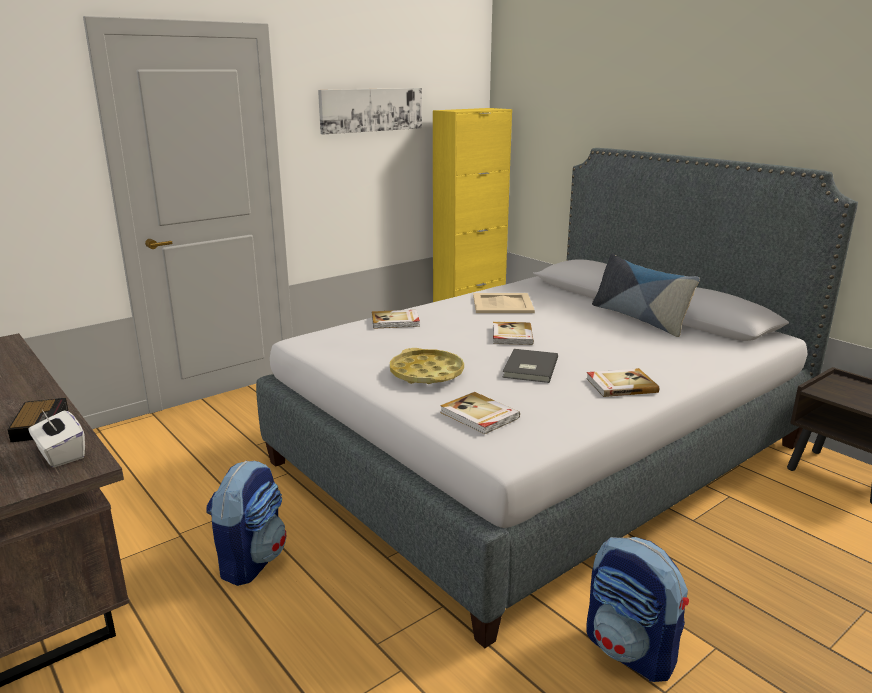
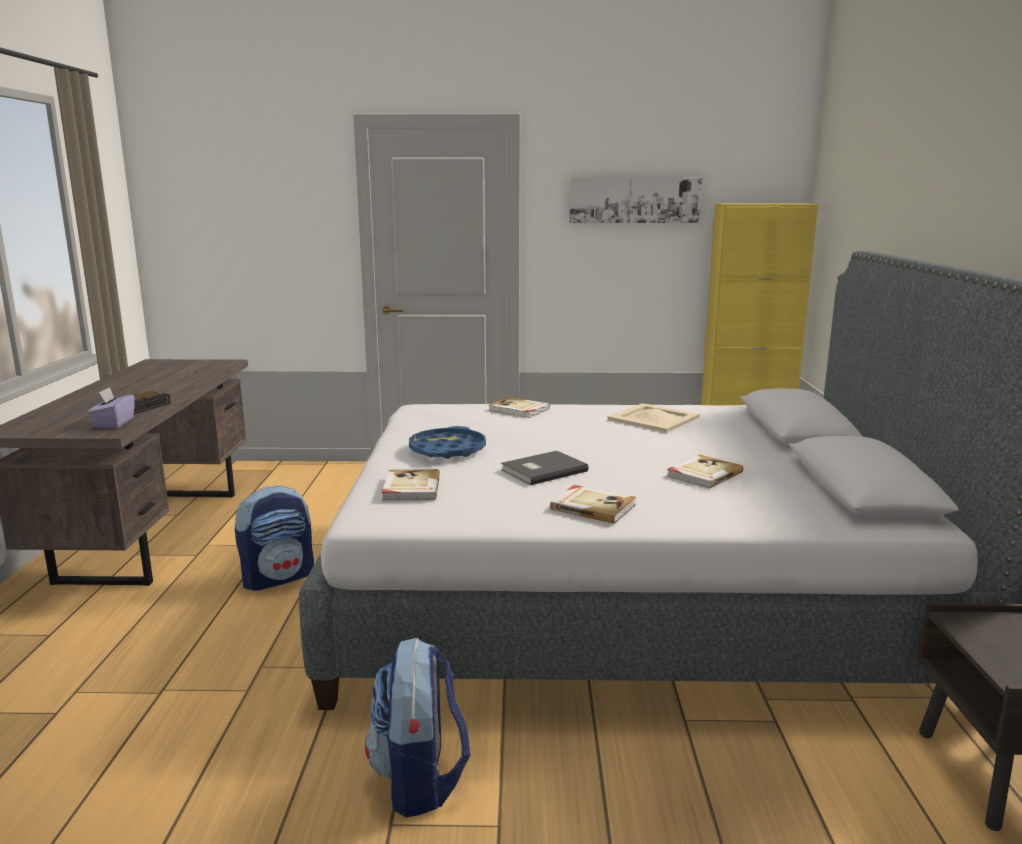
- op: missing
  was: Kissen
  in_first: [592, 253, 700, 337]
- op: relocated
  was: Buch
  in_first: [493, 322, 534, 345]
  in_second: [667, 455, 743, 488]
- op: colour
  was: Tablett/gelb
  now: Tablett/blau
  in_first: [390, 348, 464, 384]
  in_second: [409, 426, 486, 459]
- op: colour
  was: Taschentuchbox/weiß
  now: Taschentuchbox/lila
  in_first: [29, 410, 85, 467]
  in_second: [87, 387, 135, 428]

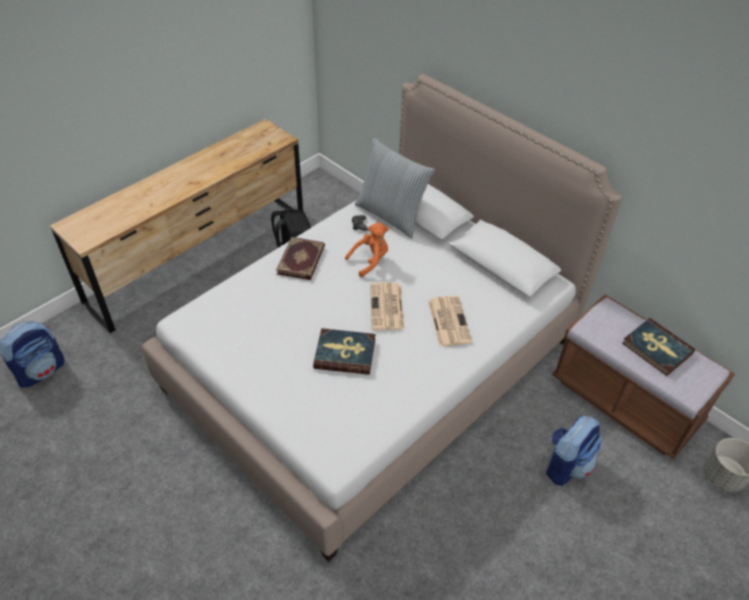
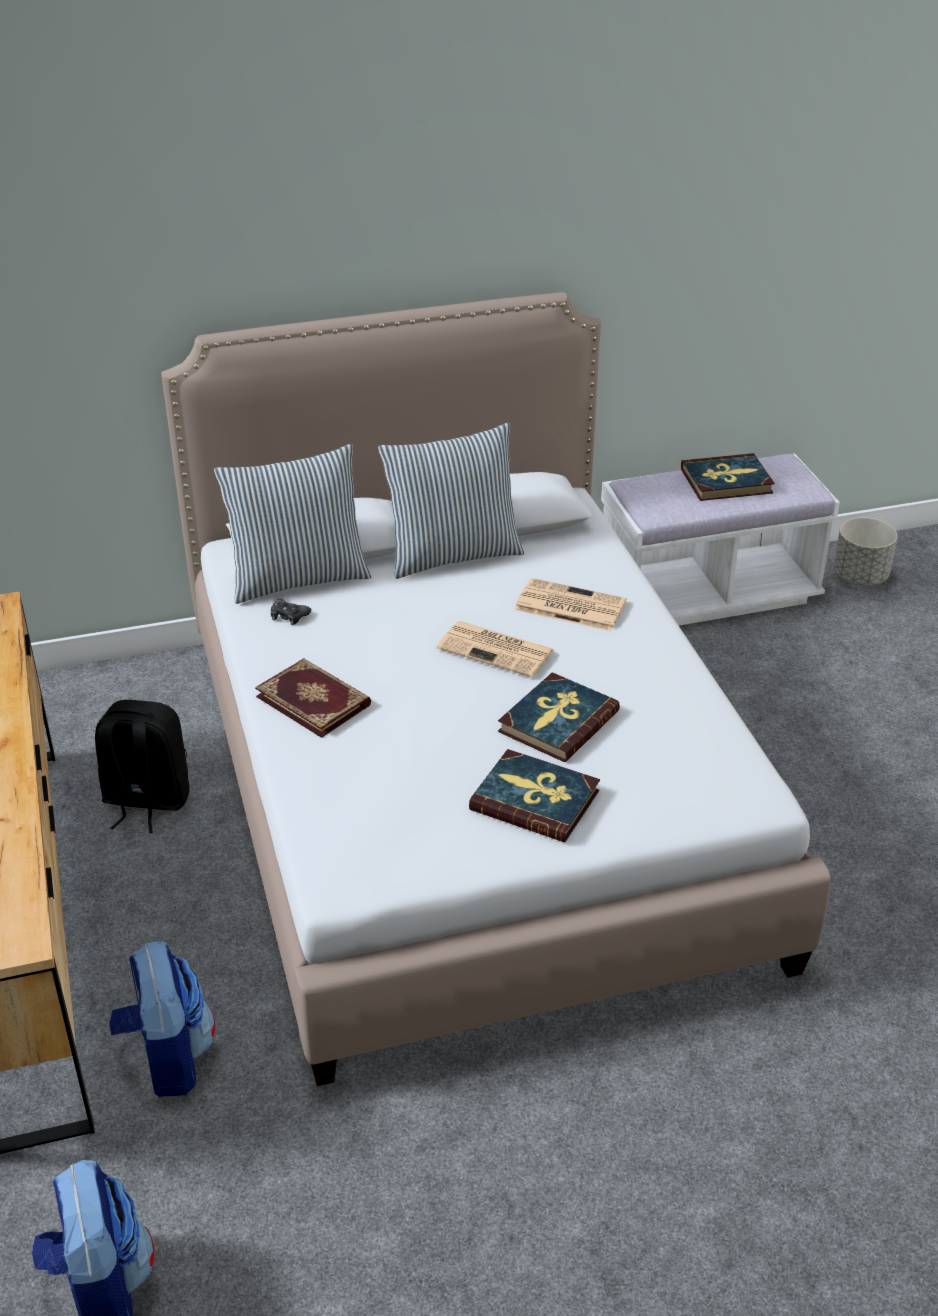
- op: missing
  was: Plüschtier/orange
  in_first: [345, 223, 389, 277]
- op: colour
  was: Bank/braun
  now: Bank/weiß
  in_first: [552, 294, 735, 460]
  in_second: [601, 454, 840, 626]
- op: relocated
  was: Rucksack
  in_first: [546, 415, 602, 486]
  in_second: [109, 941, 215, 1097]
- op: appeared
  now: Kissen
  in_second: [378, 423, 524, 579]
- op: appeared
  now: Buch
  in_second: [469, 749, 600, 843]

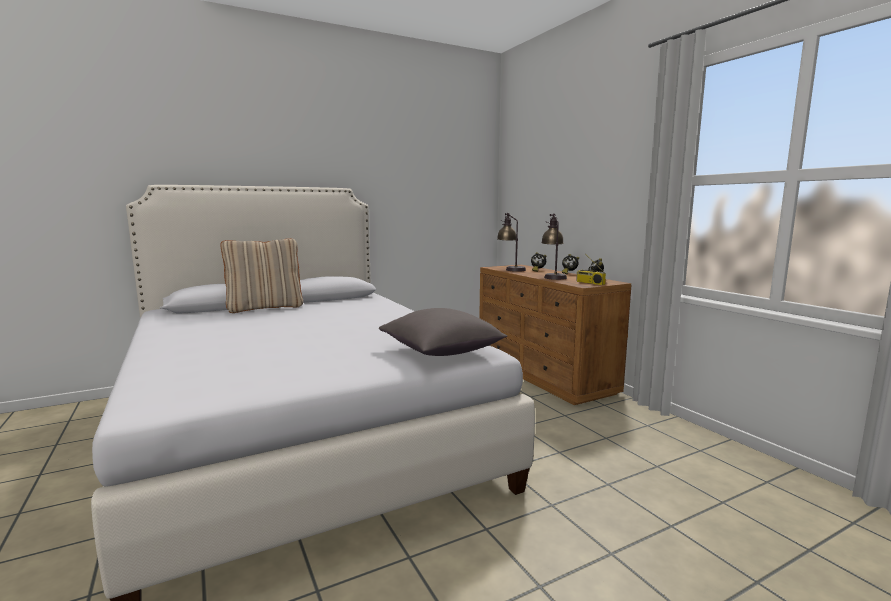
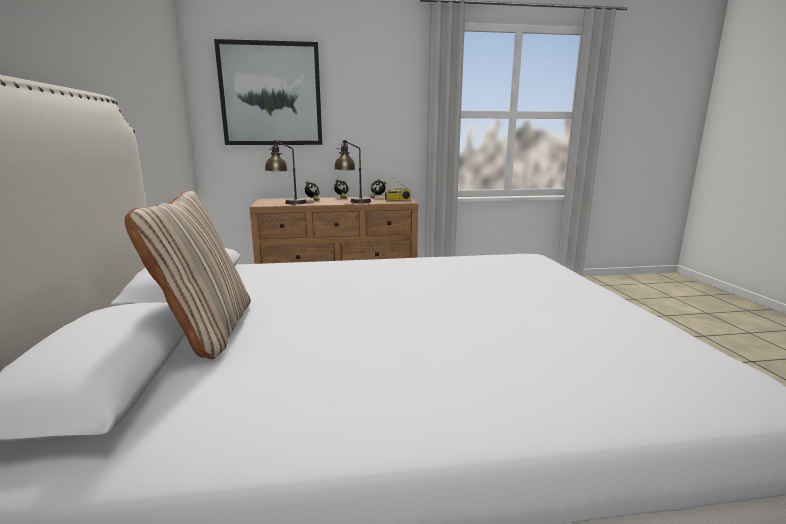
- op: missing
  was: Kissen/grau
  in_first: [379, 308, 507, 356]
- op: appeared
  now: Bild
  in_second: [214, 39, 322, 145]

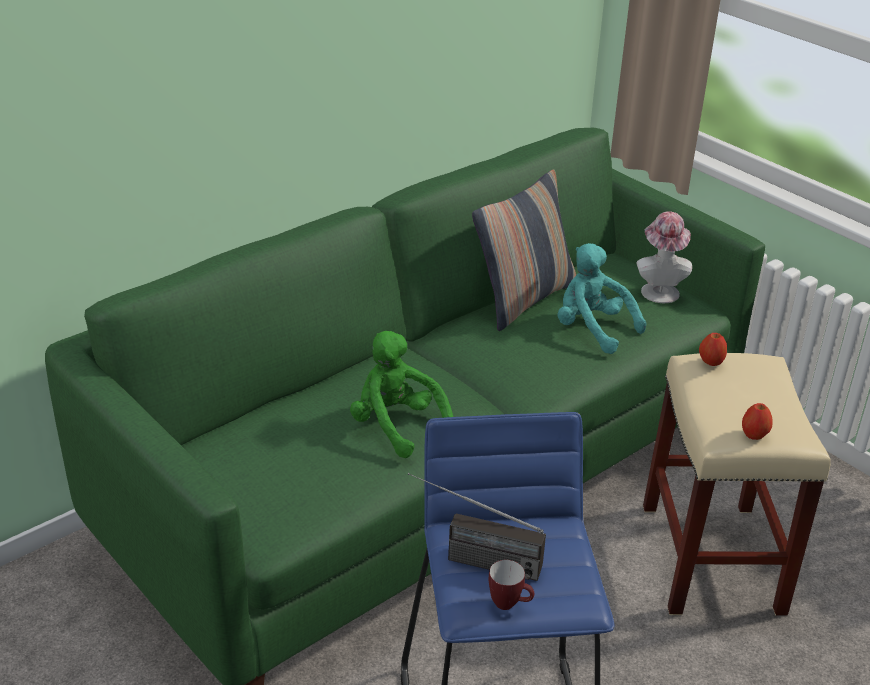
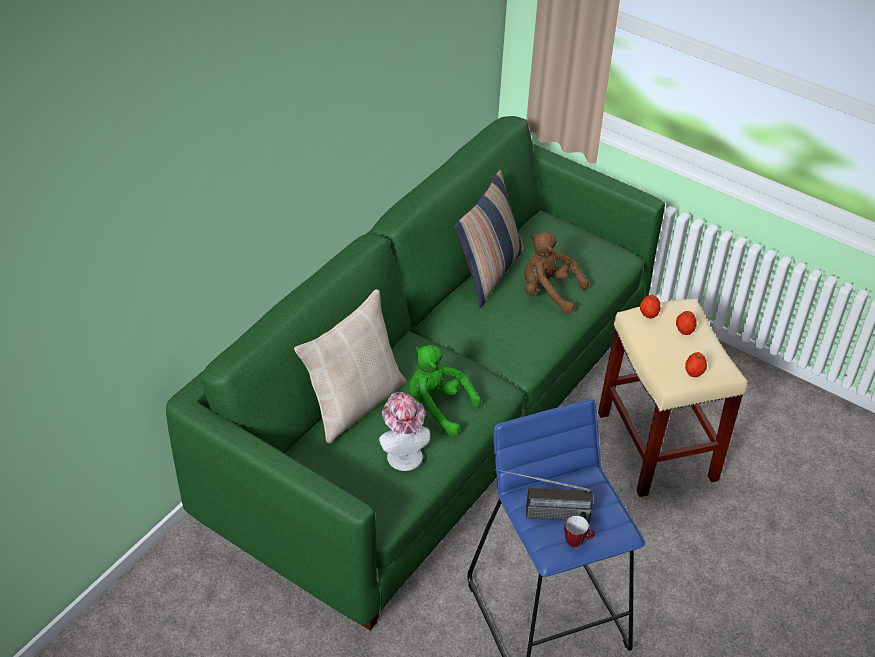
- op: relocated
  was: Hut
  in_first: [637, 211, 692, 303]
  in_second: [379, 392, 430, 471]
- op: colour
  was: Plüschtier/türkis
  now: Plüschtier/braun
  in_first: [558, 243, 646, 354]
  in_second: [524, 232, 589, 314]
- op: appeared
  now: Kissen/beige
  in_second: [294, 289, 406, 444]
- op: appeared
  now: Apfel
  in_second: [676, 311, 697, 335]

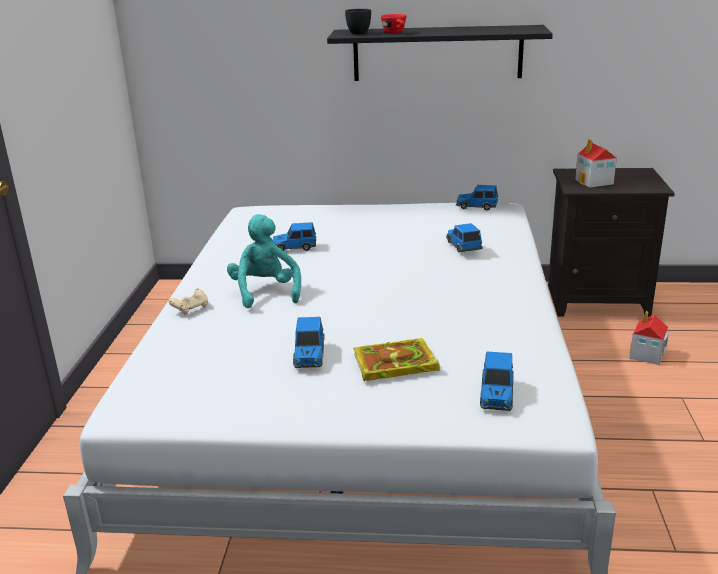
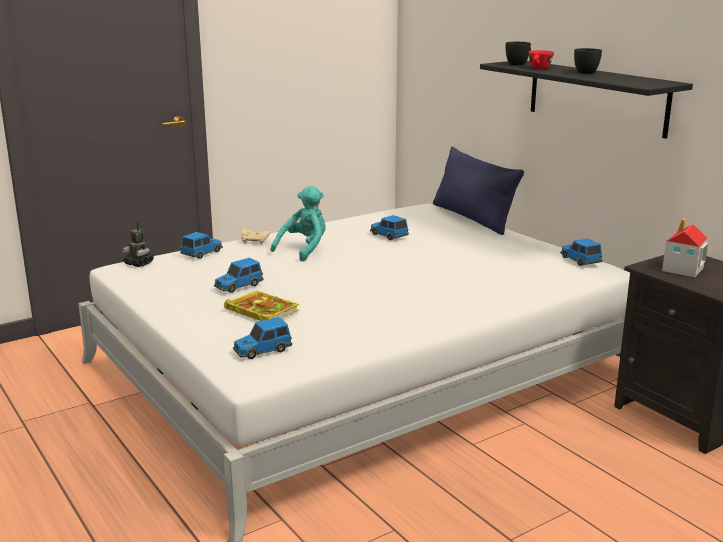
- op: relocated
  was: Spielzeugauto
  in_first: [446, 223, 483, 252]
  in_second: [180, 232, 223, 259]
- op: missing
  was: Spielzeughaus
  in_first: [629, 311, 669, 365]
- op: appeared
  now: Tasse/schwarz
  in_second: [574, 48, 602, 74]
- op: appeared
  now: Kissen/blau
  in_second: [433, 147, 524, 235]
- op: appeared
  now: Spielzeugroboter
  in_second: [122, 221, 154, 267]

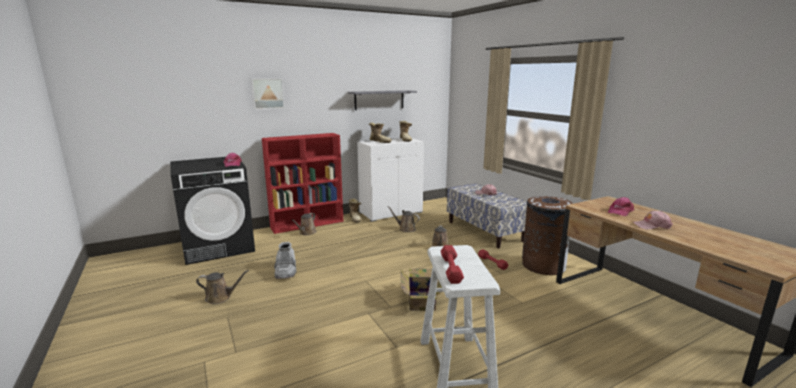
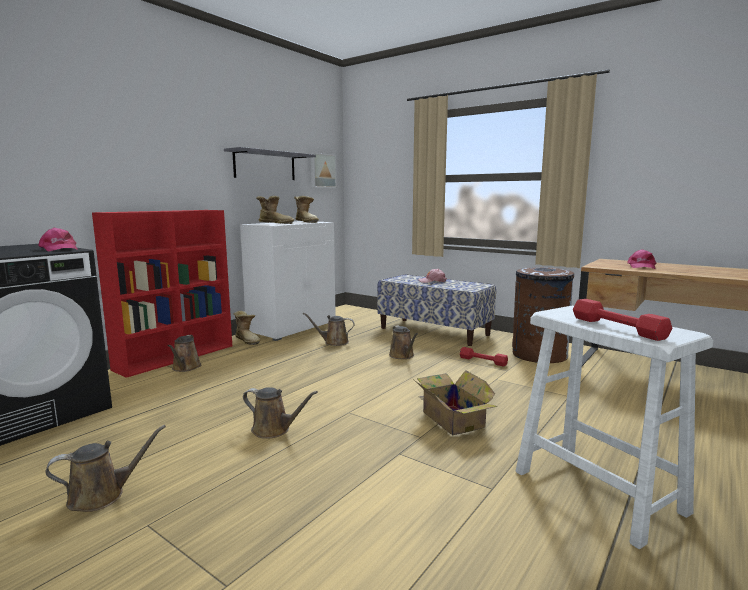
- op: relocated
  was: Bild
  in_first: [251, 78, 285, 110]
  in_second: [311, 152, 337, 188]
- op: missing
  was: Kappe/rosa
  in_first: [633, 211, 673, 229]
- op: missing
  was: Stiefel/grau
  in_first: [274, 242, 297, 279]
- op: appeared
  now: Gießkanne/braun
  in_second: [243, 387, 318, 439]

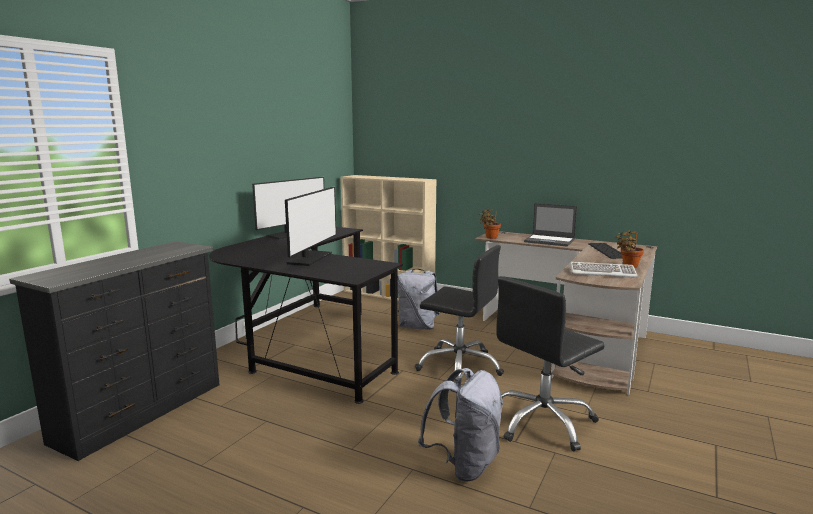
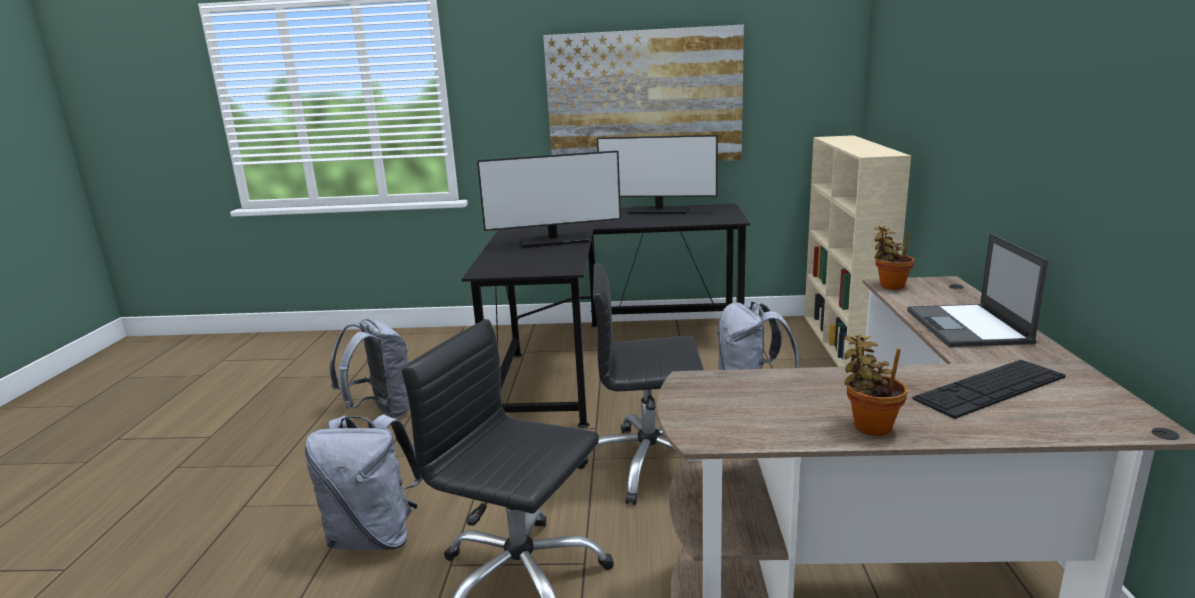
- op: missing
  was: Kommode/schwarz
  in_first: [9, 241, 219, 461]
- op: spun
  was: Bürostuhl/schwarz
  in_first: [415, 245, 504, 384]
  in_second: [578, 263, 704, 505]
  clockwise: 90
- op: missing
  was: Tastatur
  in_first: [570, 262, 638, 278]
- op: appeared
  now: Bild
  in_second: [543, 25, 744, 161]
- op: appeared
  now: Rucksack/grau
  in_second: [330, 319, 410, 418]

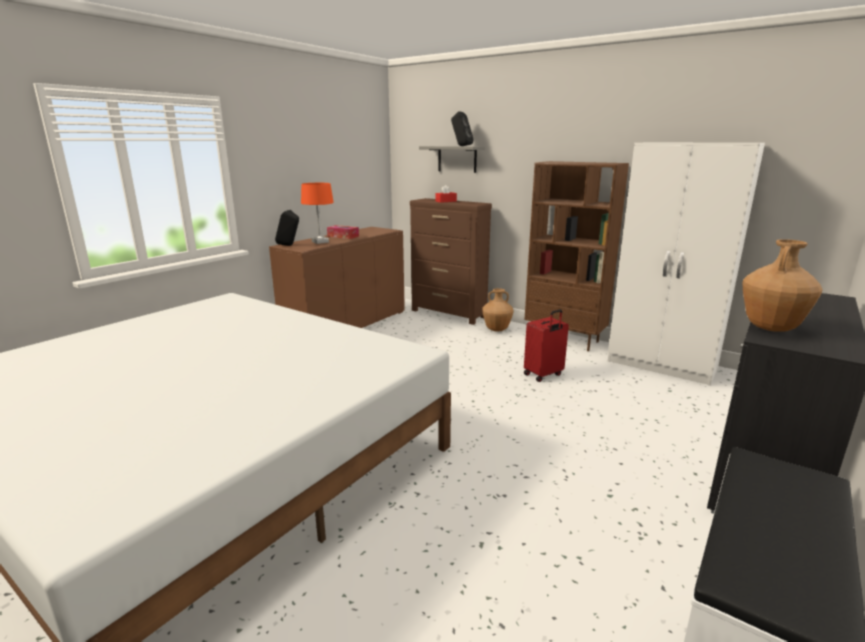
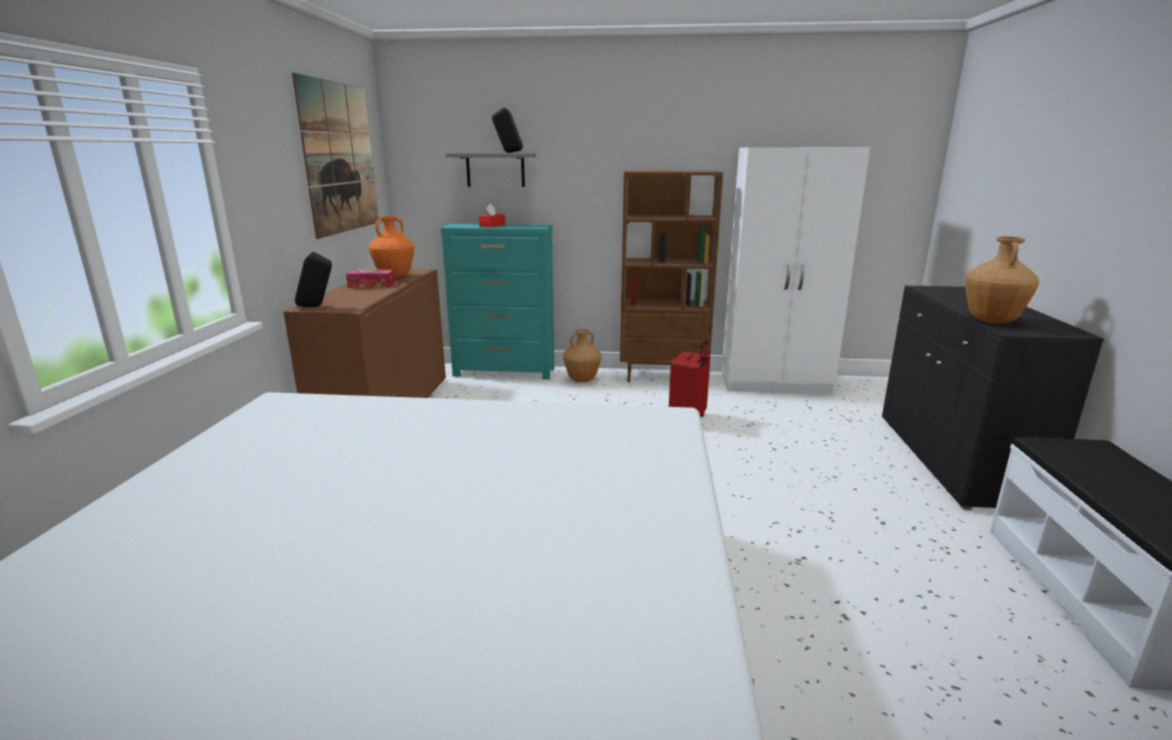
- op: missing
  was: Tischlampe/orange
  in_first: [301, 183, 334, 244]
- op: colour
  was: Kommode/braun
  now: Kommode/türkis
  in_first: [410, 198, 492, 325]
  in_second: [441, 224, 554, 380]
- op: appeared
  now: Bild
  in_second: [292, 73, 379, 239]
- op: appeared
  now: Vase/orange
  in_second: [369, 216, 415, 278]

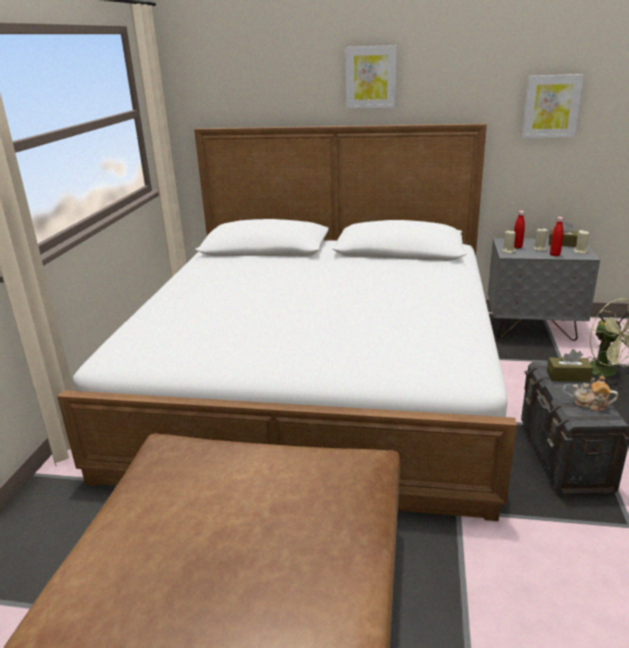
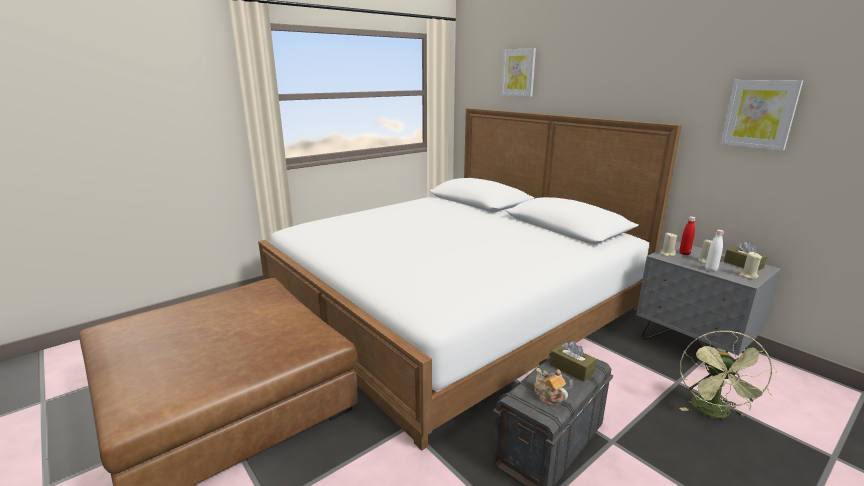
- op: relocated
  was: Bild
  in_first: [345, 45, 397, 109]
  in_second: [502, 48, 536, 97]
- op: colour
  was: Flasche/rot
  now: Flasche/weiß
  in_first: [550, 217, 563, 256]
  in_second: [705, 230, 724, 272]

